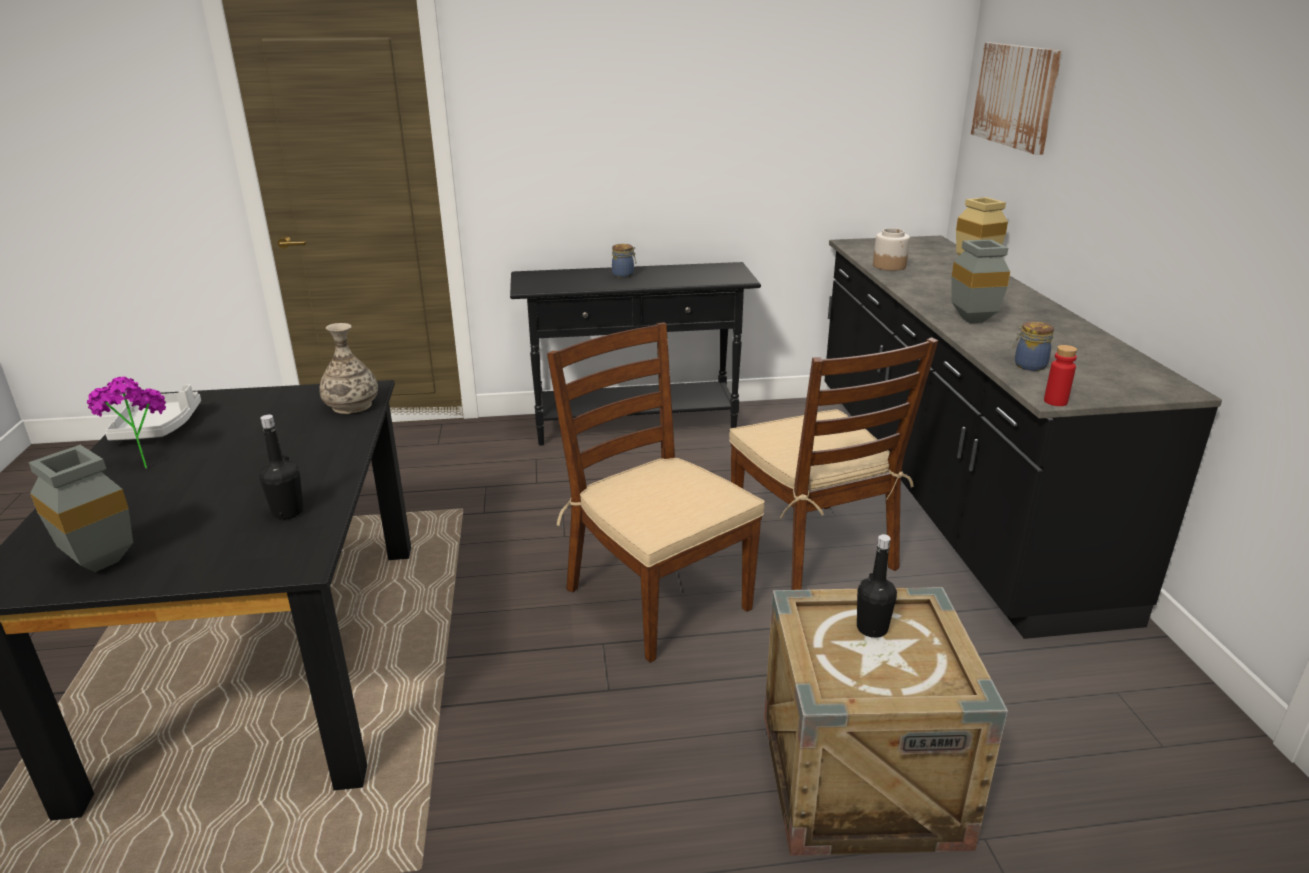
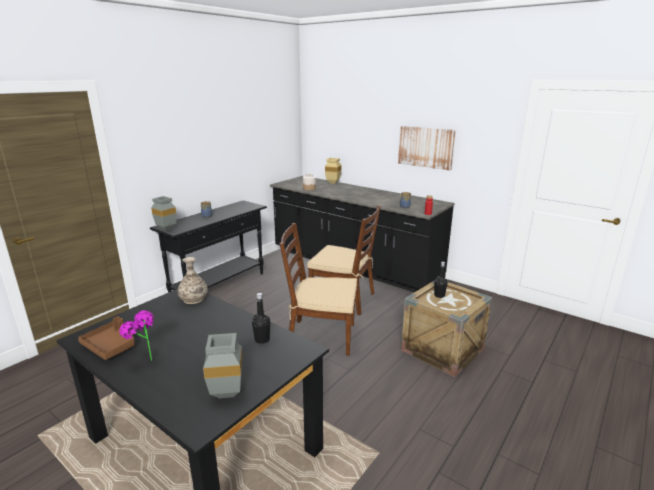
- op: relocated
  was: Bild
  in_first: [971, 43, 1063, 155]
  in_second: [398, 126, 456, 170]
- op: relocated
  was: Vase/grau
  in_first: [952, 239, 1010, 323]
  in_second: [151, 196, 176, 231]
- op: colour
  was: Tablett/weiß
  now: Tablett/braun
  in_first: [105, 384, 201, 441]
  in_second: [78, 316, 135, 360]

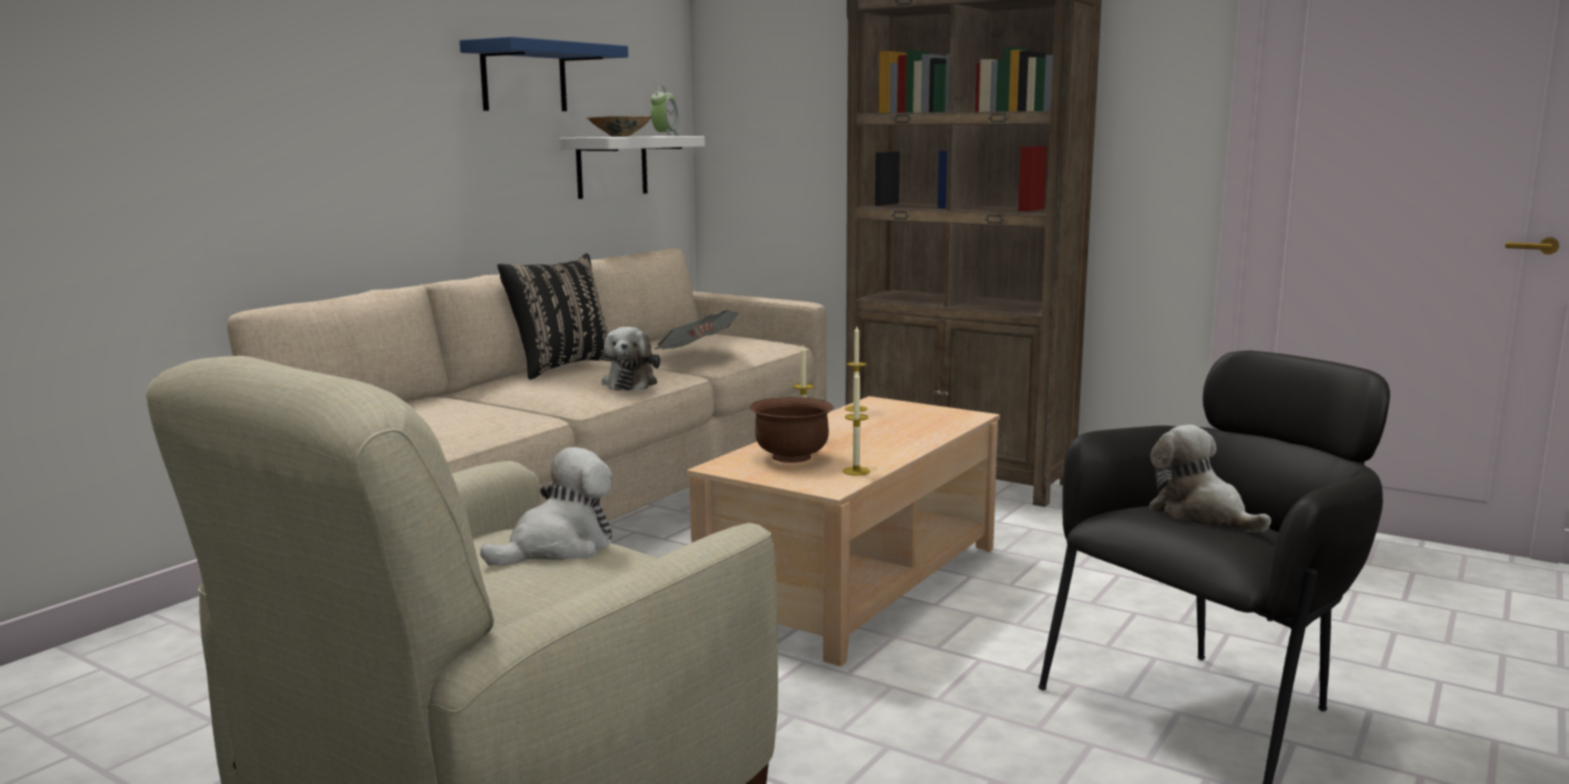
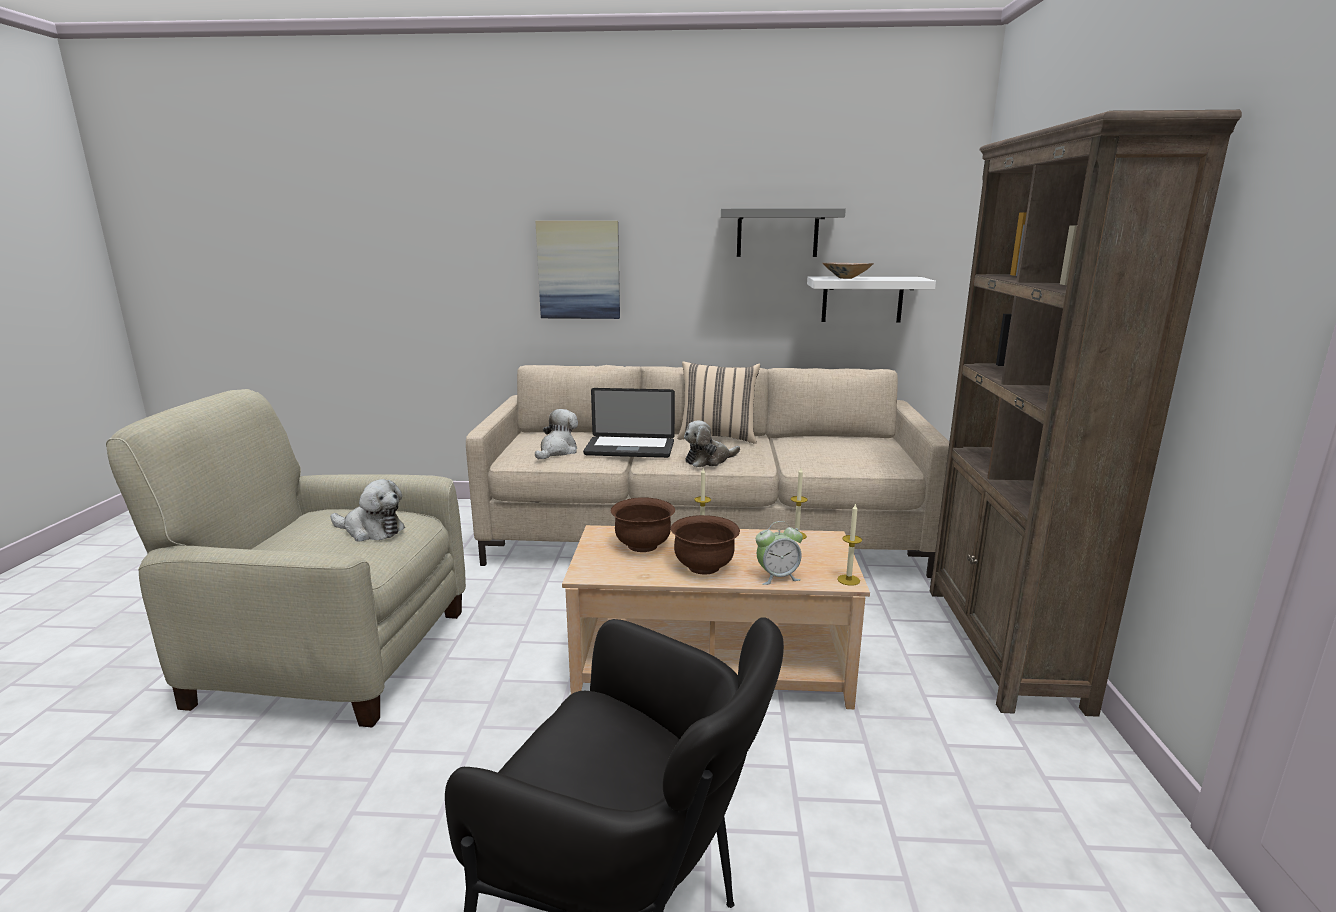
- op: colour
  was: Wandregal/blau
  now: Wandregal/grau
  in_first: [460, 37, 628, 111]
  in_second: [721, 208, 846, 257]
- op: relocated
  was: Wecker
  in_first: [651, 86, 680, 136]
  in_second: [756, 521, 803, 585]
- op: colour
  was: Kissen/schwarz
  now: Kissen/beige
  in_first: [497, 253, 613, 380]
  in_second: [677, 361, 760, 444]
- op: missing
  was: Zeitung
  in_first: [654, 310, 739, 349]
- op: relocated
  was: Kerze
  in_first: [843, 371, 870, 476]
  in_second: [837, 503, 862, 586]
- op: relocated
  was: Plüschtier
  in_first: [1149, 425, 1271, 533]
  in_second: [535, 409, 578, 460]
- op: appeared
  now: Bild
  in_second: [535, 221, 620, 319]
- op: appeared
  now: Laptop
  in_second: [583, 388, 675, 458]
- op: appeared
  now: Schüssel/braun
  in_second: [671, 515, 740, 575]

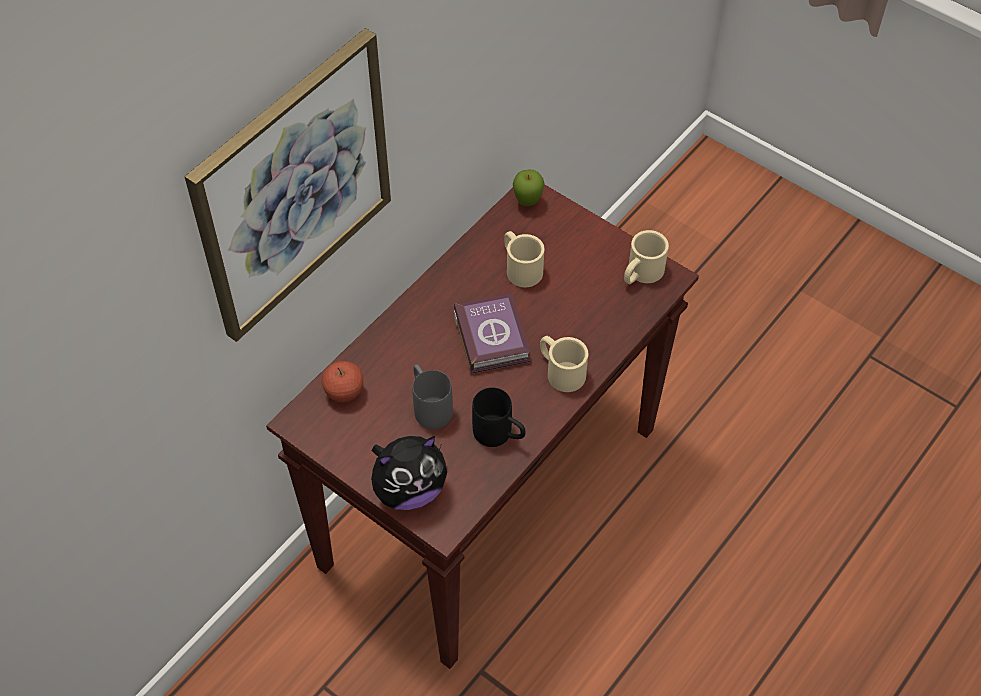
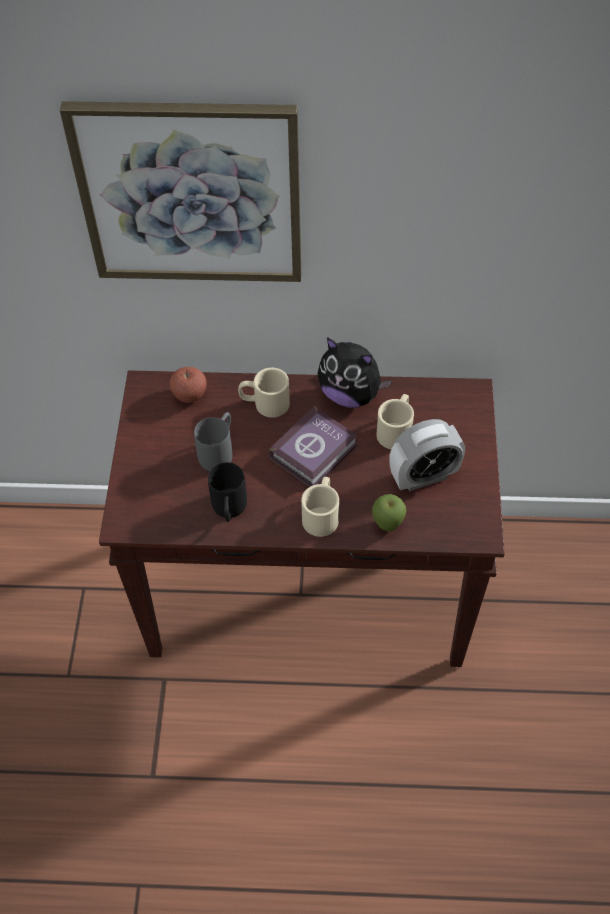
- op: relocated
  was: Apfel
  in_first: [513, 169, 545, 206]
  in_second: [372, 494, 406, 531]
- op: relocated
  was: Henkelbecher/beige
  in_first: [624, 230, 669, 284]
  in_second: [238, 368, 290, 418]
- op: relocated
  was: Plüschtier
  in_first: [371, 436, 447, 510]
  in_second: [317, 337, 392, 408]
- op: appeared
  now: Wecker
  in_second: [389, 419, 465, 491]

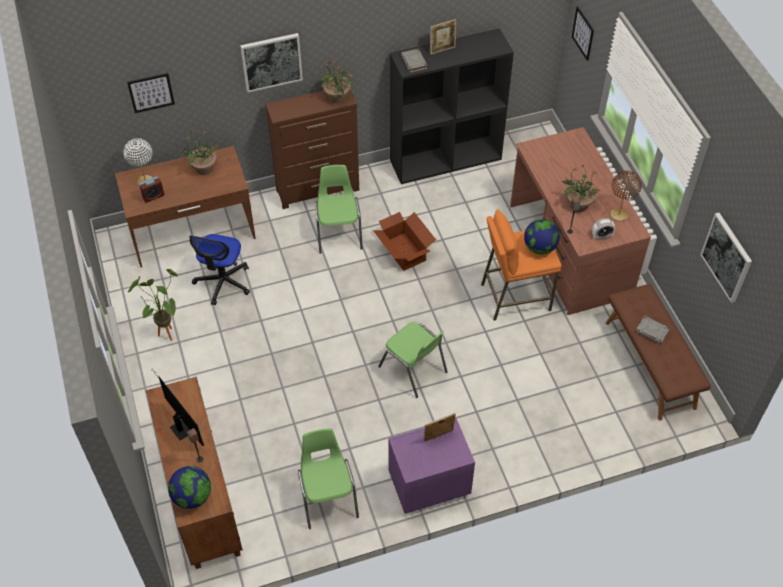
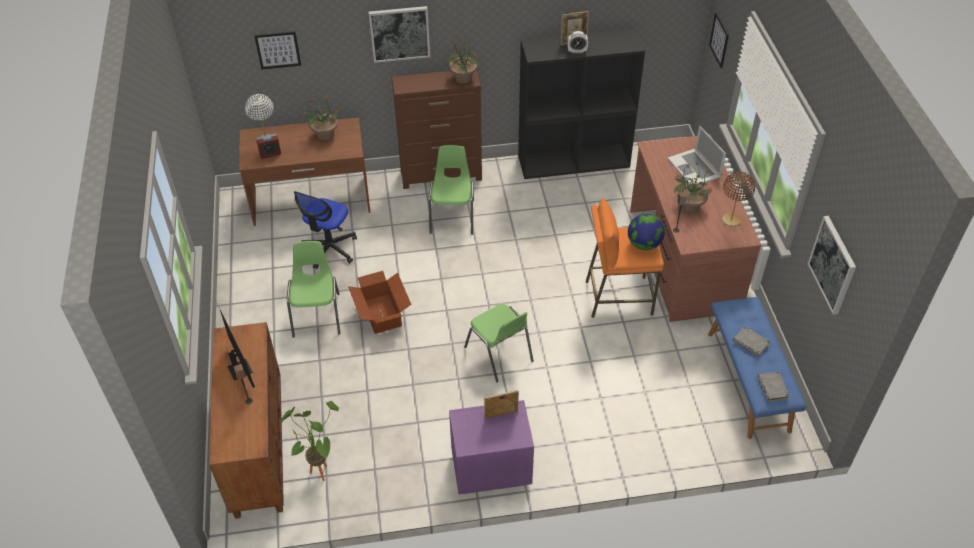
- op: relocated
  was: Buch/grau
  in_first: [401, 48, 427, 73]
  in_second: [757, 371, 789, 402]
- op: relocated
  was: Karton
  in_first: [373, 212, 436, 271]
  in_second: [348, 271, 412, 334]
- op: relocated
  was: Wecker
  in_first: [592, 218, 615, 240]
  in_second: [567, 31, 588, 53]
- op: relocated
  was: Topfpflanze
  in_first: [128, 269, 178, 341]
  in_second: [279, 401, 339, 481]
- op: colour
  was: Bank/braun
  now: Bank/blau
  in_first: [606, 284, 711, 420]
  in_second: [708, 297, 806, 439]
- op: relocated
  was: Stuhl/grün
  in_first: [298, 428, 359, 529]
  in_second: [287, 241, 340, 338]
- op: missing
  was: Globus
  in_first: [168, 466, 211, 509]
- op: appeared
  now: Laptop
  in_second: [668, 126, 726, 185]

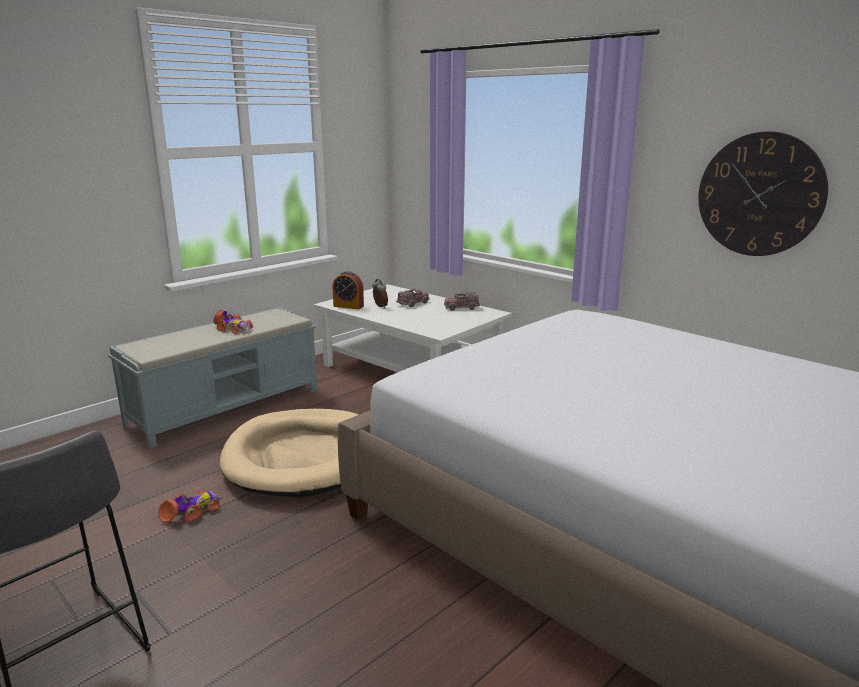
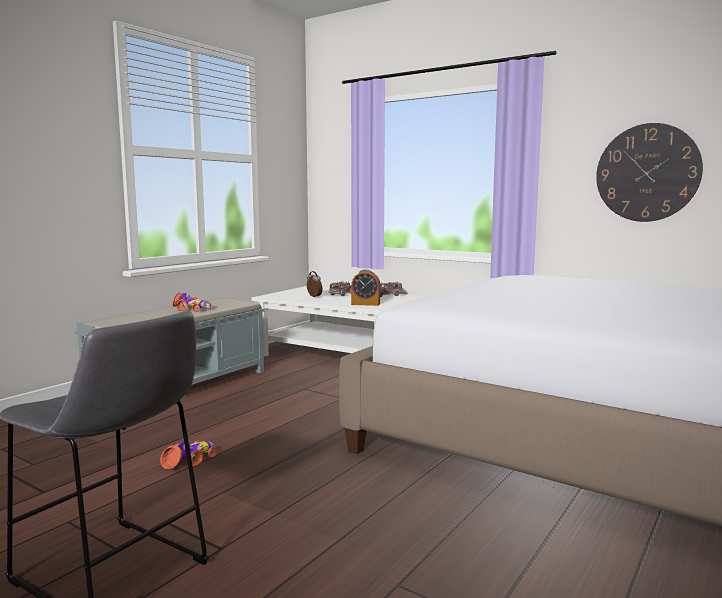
- op: relocated
  was: Wecker
  in_first: [333, 271, 364, 309]
  in_second: [351, 269, 380, 306]
- op: missing
  was: Hundebett/beige
  in_first: [220, 409, 359, 497]

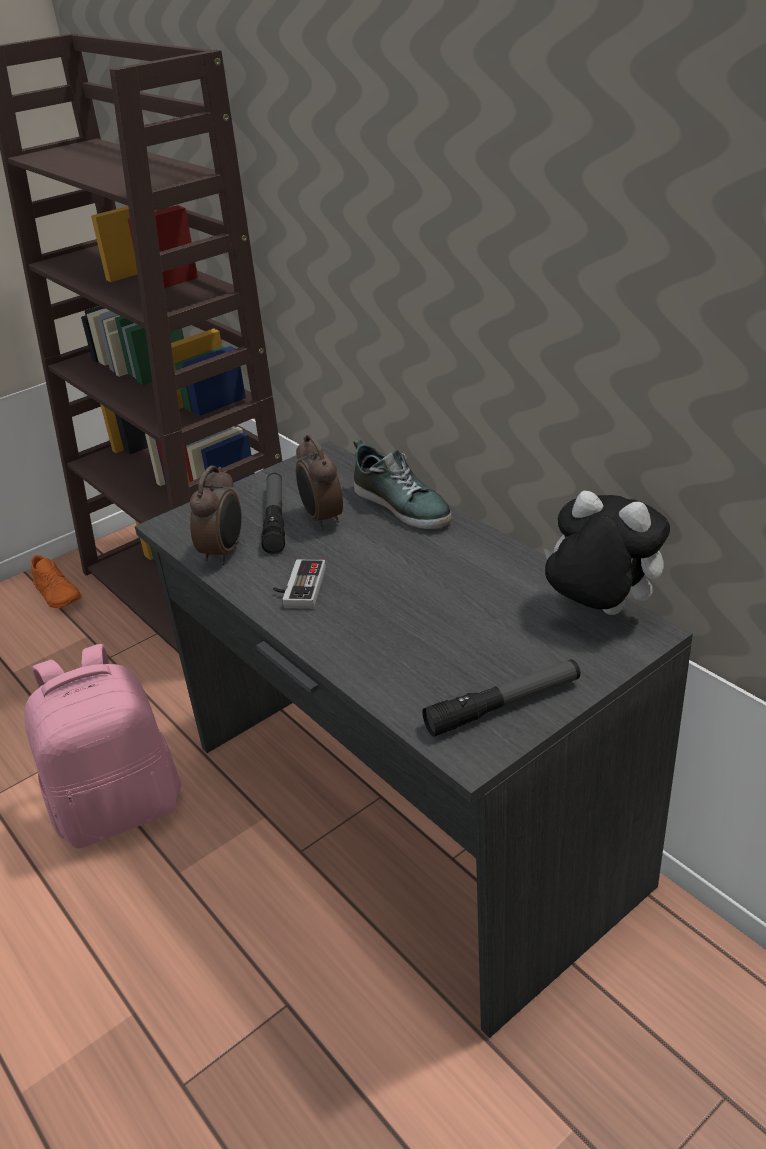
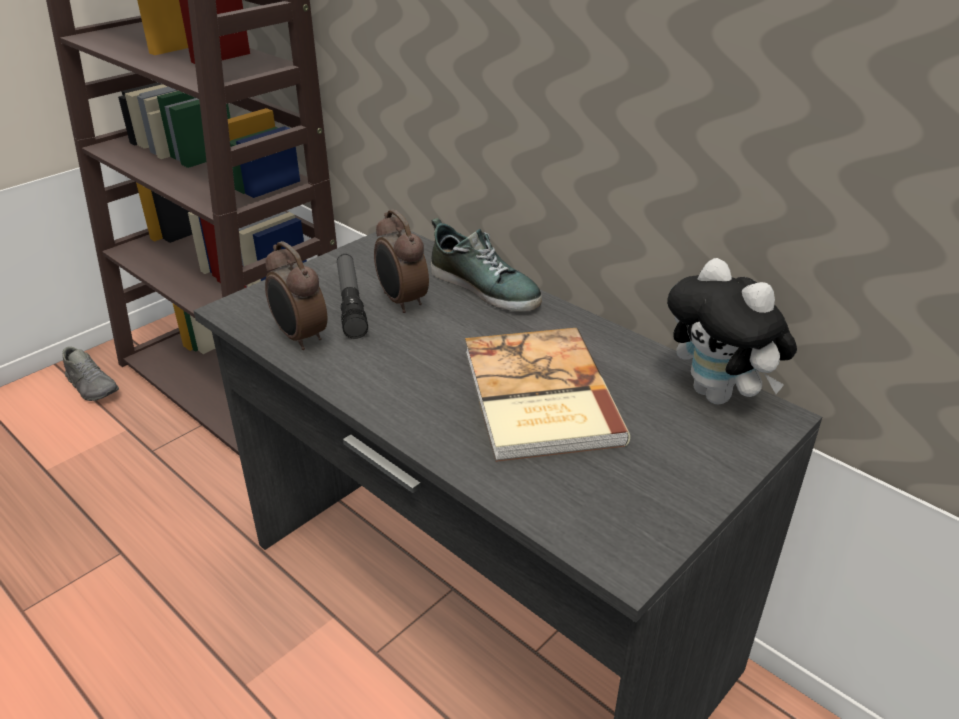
- op: spun
  was: Wecker
  in_first: [190, 466, 242, 565]
  in_second: [265, 241, 327, 350]
  clockwise: 135
- op: spun
  was: Plüschtier
  in_first: [543, 491, 670, 615]
  in_second: [667, 258, 797, 404]
  clockwise: -150
- op: colour
  was: Schuh/orange
  now: Schuh/grau
  in_first: [31, 555, 82, 608]
  in_second: [62, 346, 119, 401]
- op: missing
  was: Gamepad
  in_first: [273, 559, 326, 609]
- op: missing
  was: Rucksack/rosa
  in_first: [25, 644, 181, 849]
- op: missing
  was: Taschenlampe
  in_first: [422, 659, 581, 737]
- op: appeared
  now: Buch
  in_second: [465, 328, 630, 462]

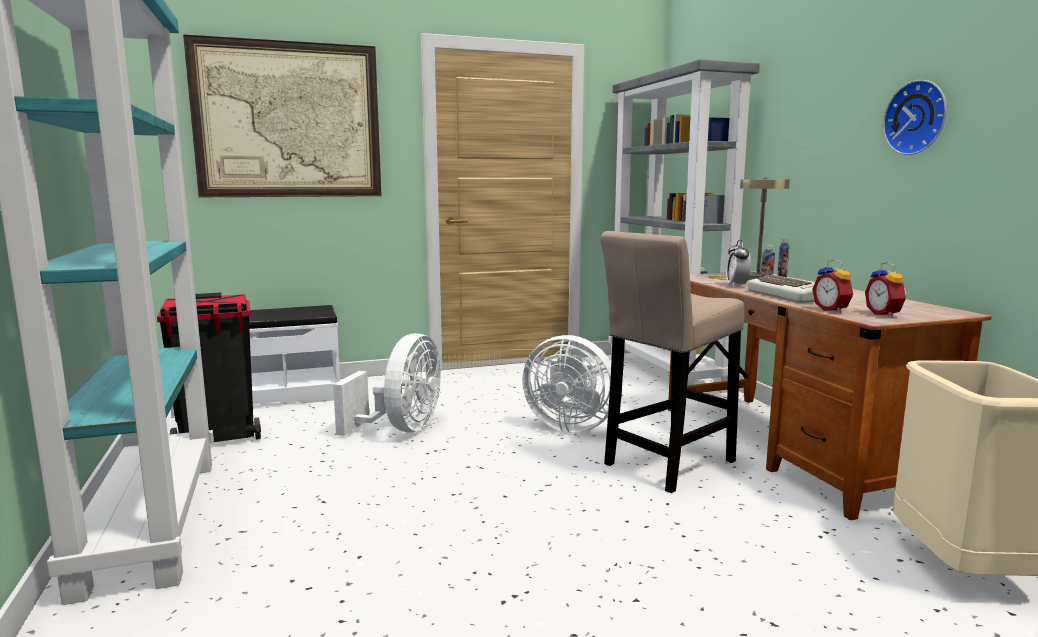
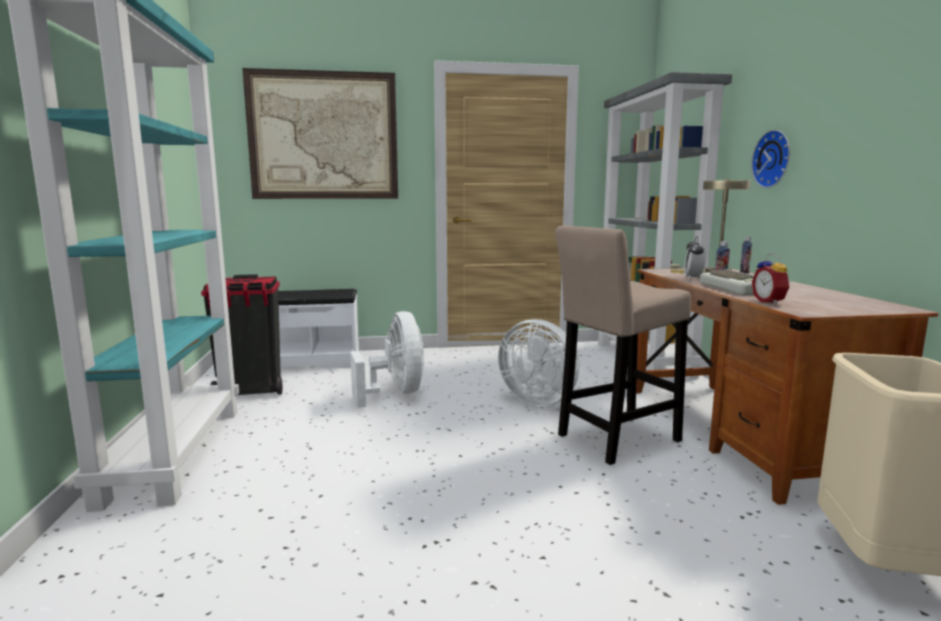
- op: relocated
  was: Wanduhr
  in_first: [883, 80, 947, 155]
  in_second: [751, 130, 790, 188]
- op: missing
  was: Wecker
  in_first: [865, 262, 907, 317]
- op: spun
  was: Ventilator/weiß
  in_first: [333, 333, 441, 436]
  in_second: [350, 311, 424, 408]
  clockwise: -45

